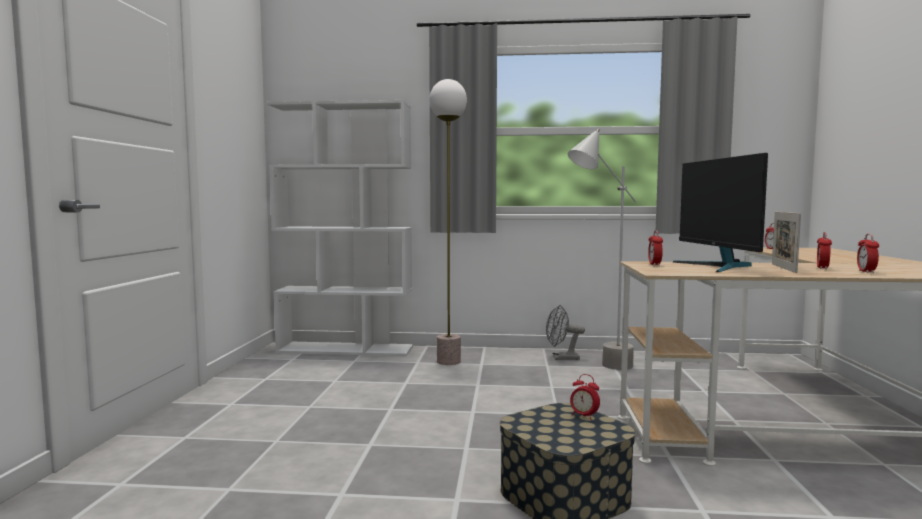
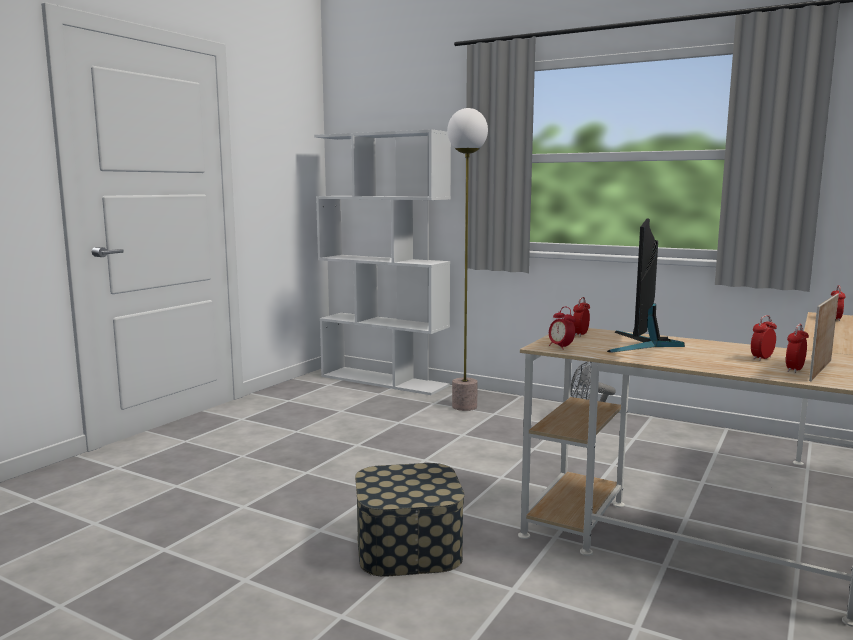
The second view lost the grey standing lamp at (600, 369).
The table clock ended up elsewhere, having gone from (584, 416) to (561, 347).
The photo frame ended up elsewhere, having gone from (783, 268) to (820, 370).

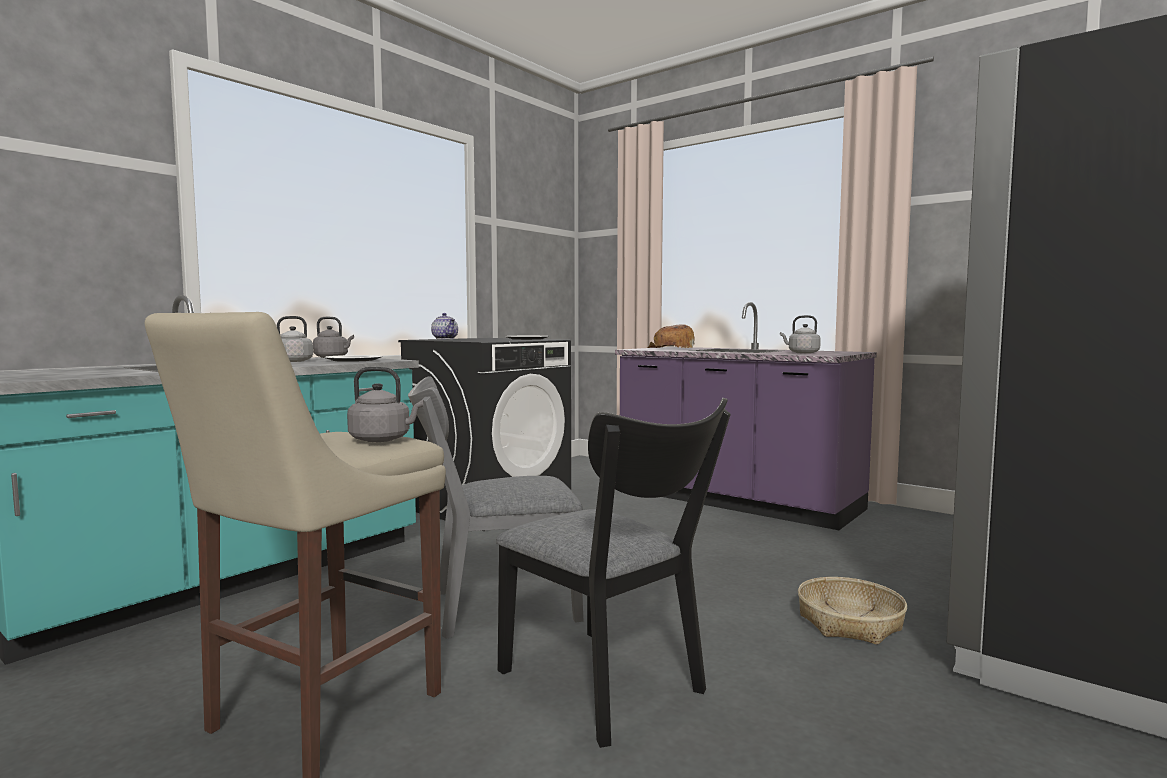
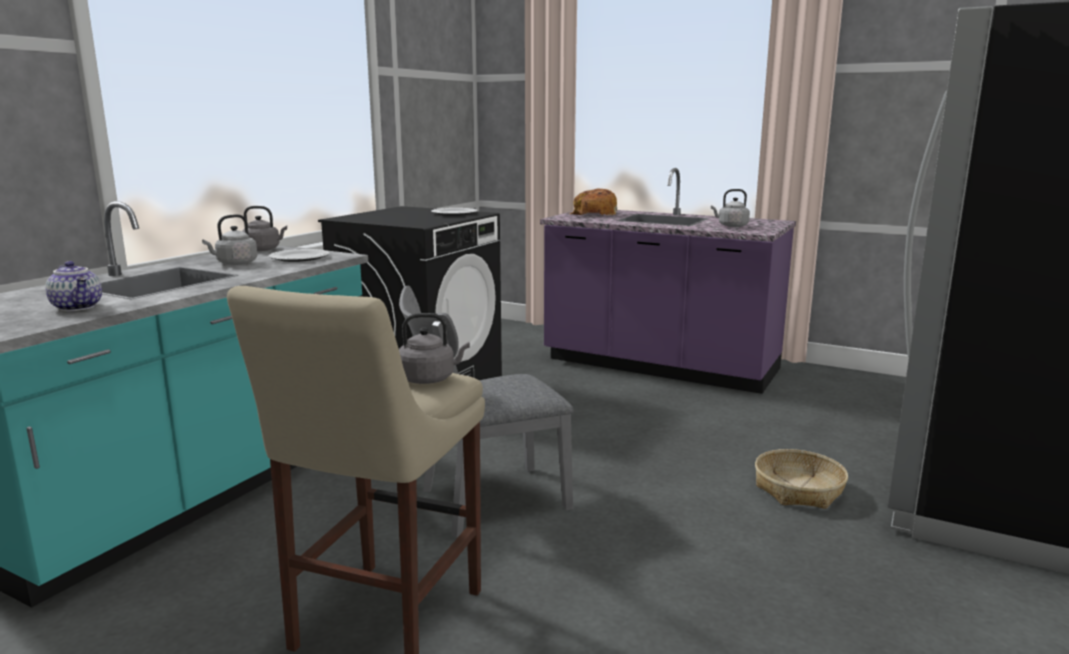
The teapot ended up elsewhere, having gone from (445, 339) to (79, 307).
The second view lost the black plain chair at (609, 688).

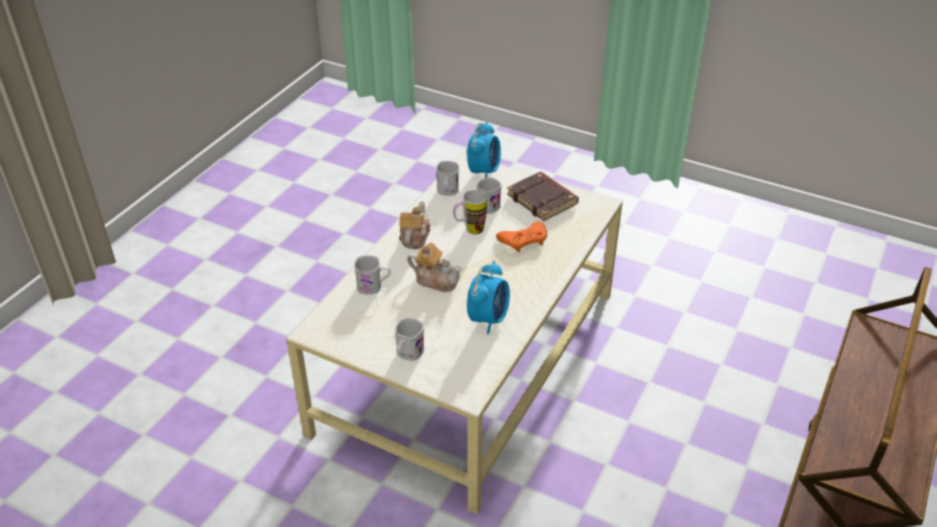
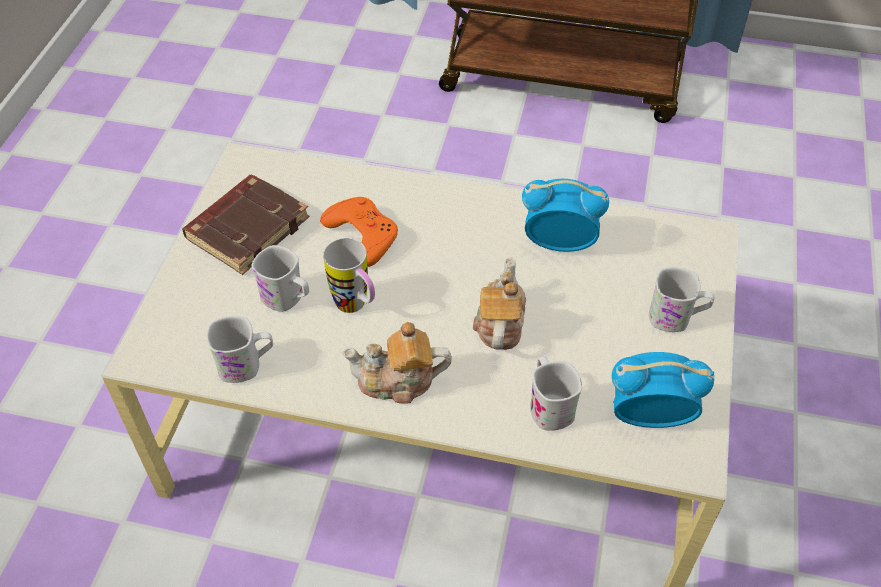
The table clock ended up elsewhere, having gone from (484, 171) to (648, 416).

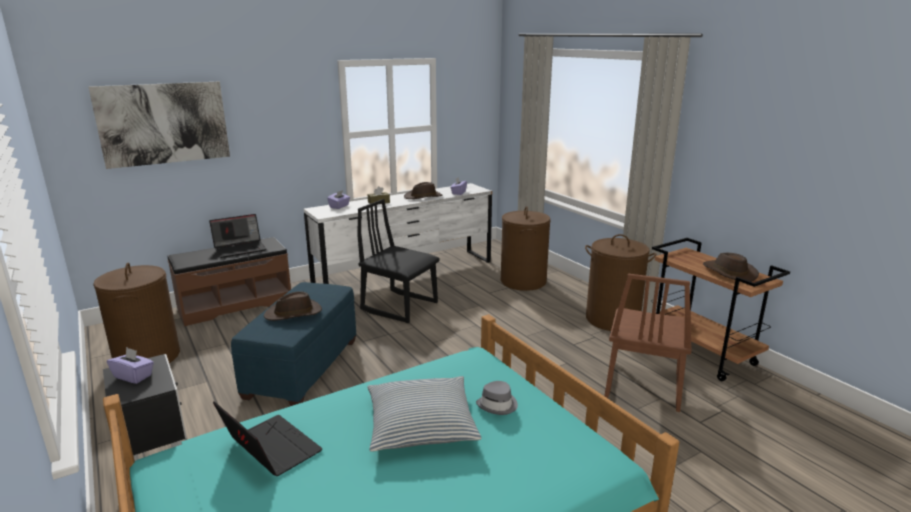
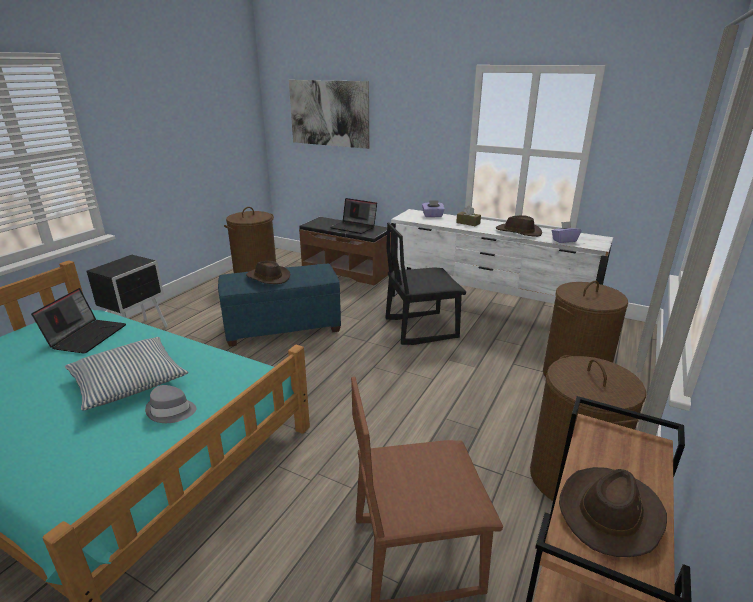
The second view lost the purplish tissue holder at (133, 376).
The black plain chair at (400, 306) ended up facing another way, 105 degrees counterclockwise from before.

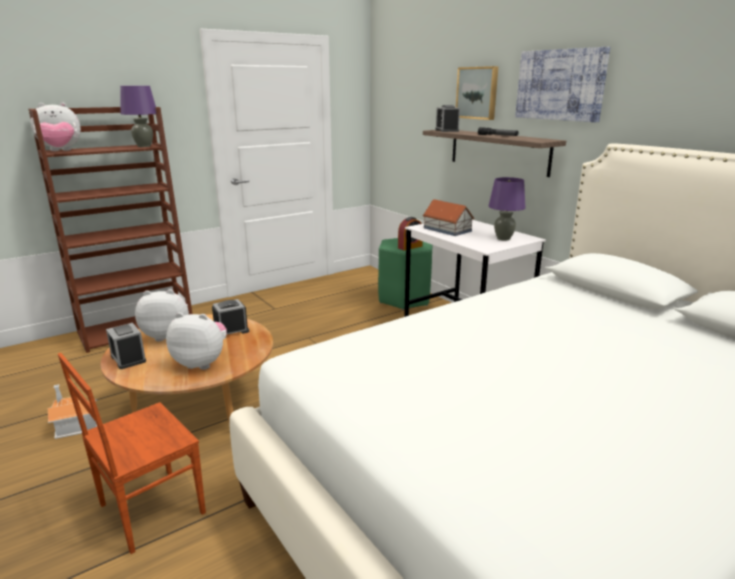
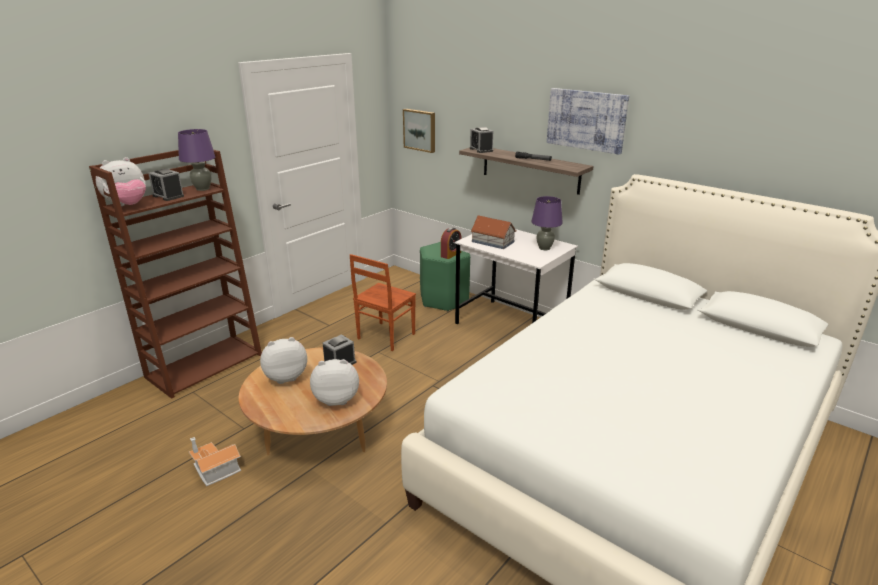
The brownish plain chair ended up elsewhere, having gone from (150, 509) to (385, 336).
The table clock ended up elsewhere, having gone from (128, 359) to (168, 196).
The picture ended up elsewhere, having gone from (477, 93) to (420, 130).

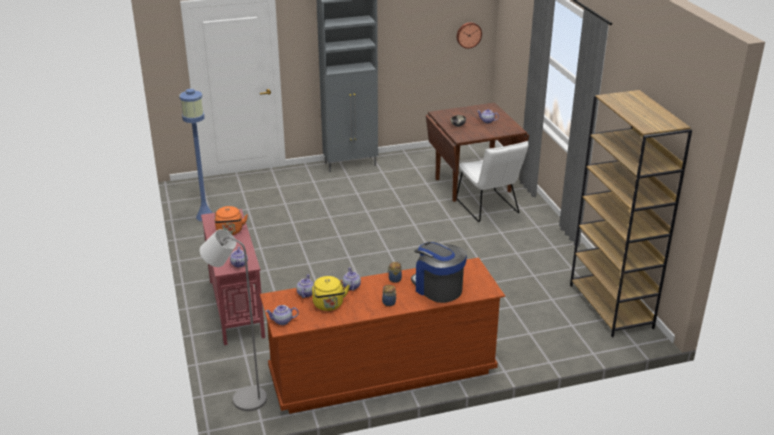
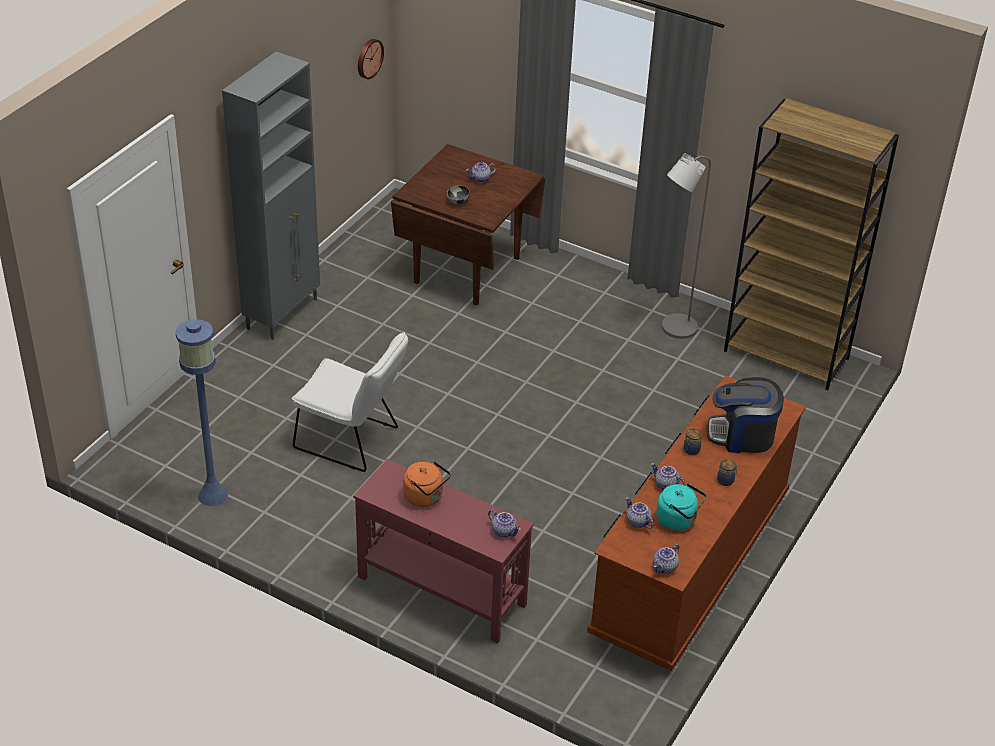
The grey standing lamp ended up elsewhere, having gone from (243, 398) to (673, 329).
What was the yellow-coloured kettle at (329, 305) turned into the turquoise-coloured kettle at (678, 520).
The whitish plain chair ended up elsewhere, having gone from (489, 208) to (352, 440).

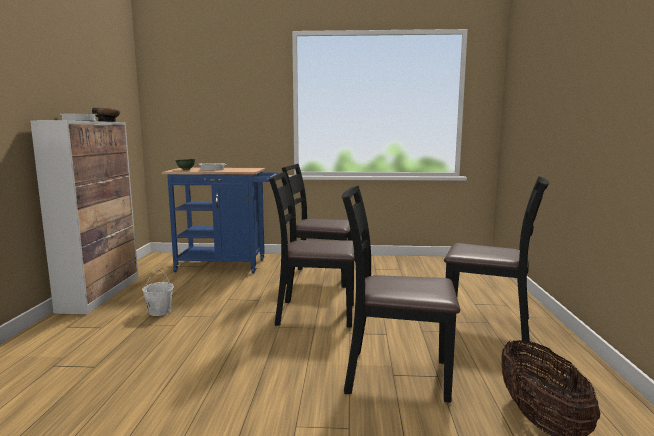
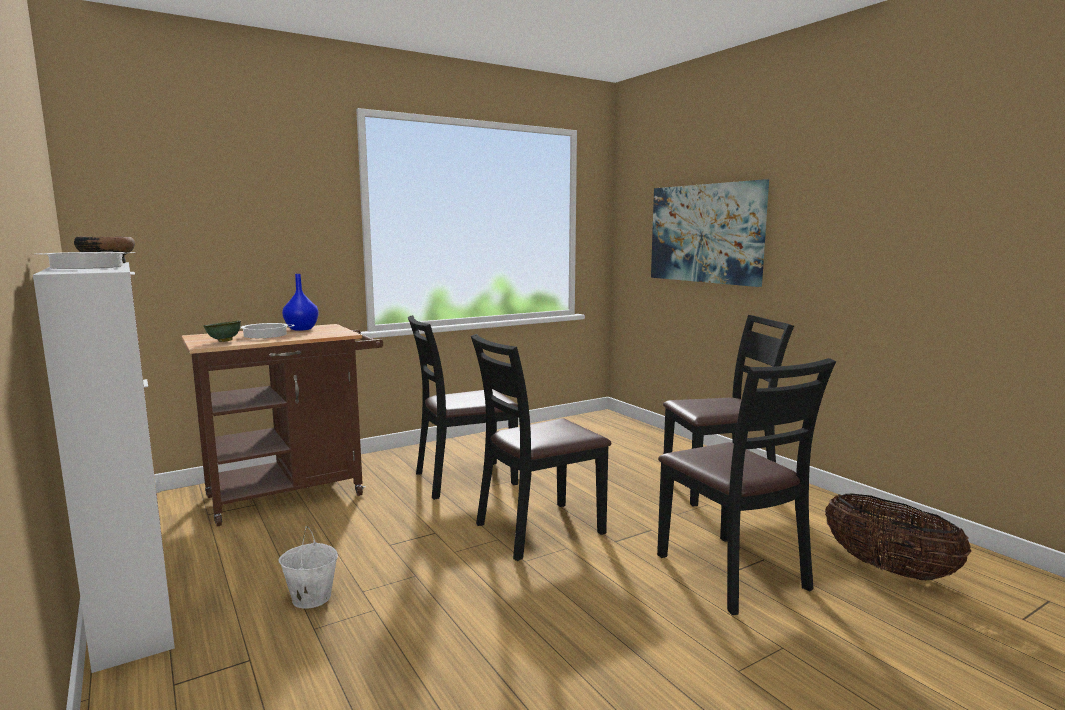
What was the bluish cart at (227, 265) turned into the brownish cart at (295, 493).
The black plain chair at (395, 375) ended up facing another way, 90 degrees counterclockwise from before.
The second view gained the bluish decorative vase at (300, 329).
The second view gained the picture at (705, 233).

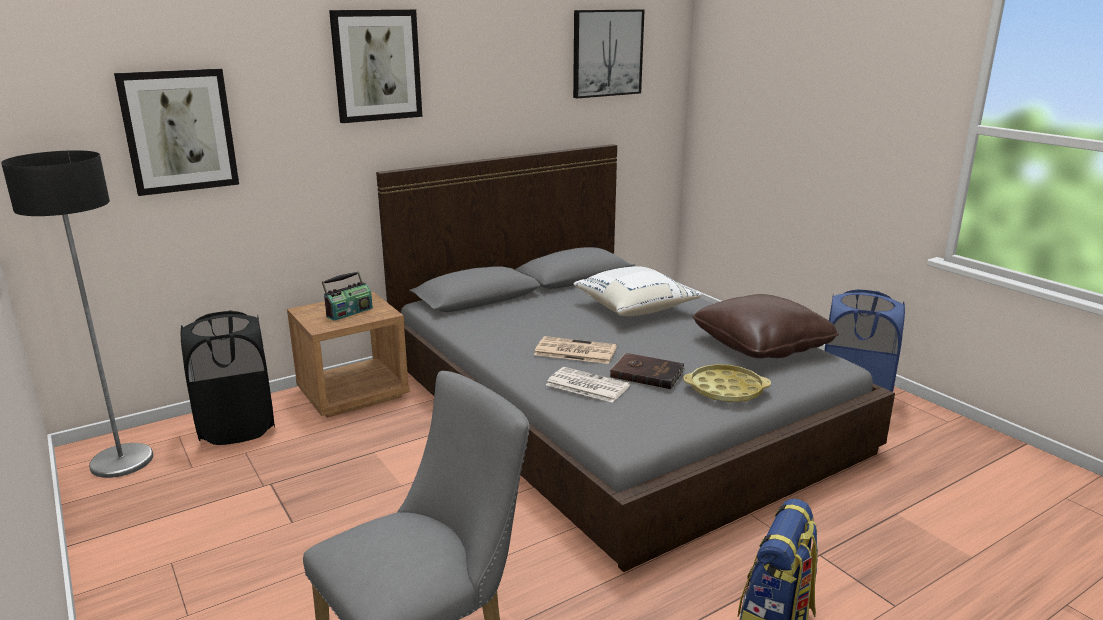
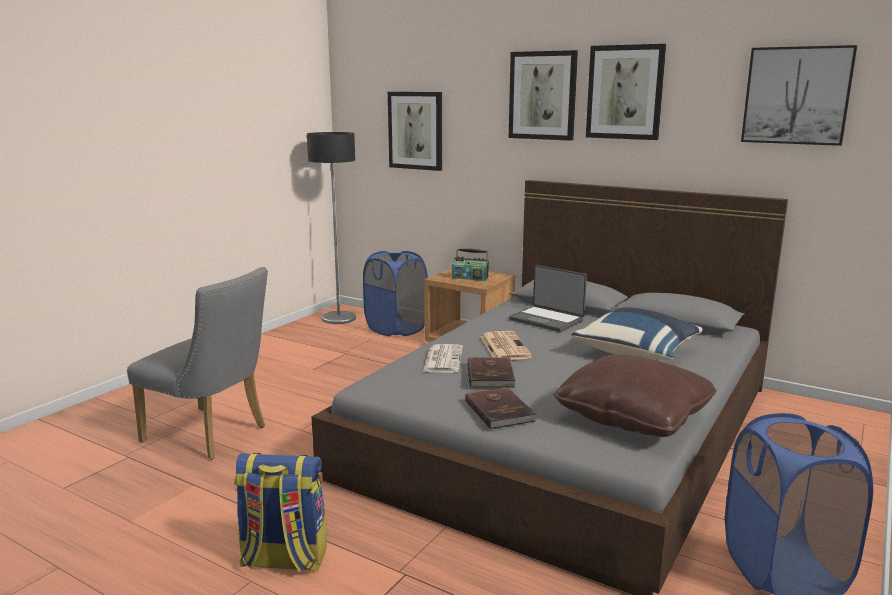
What was the black washing basket at (237, 427) turned into the bluish washing basket at (396, 329).
What was the whitish cushion at (634, 308) turned into the bluish cushion at (637, 353).
Where the yellow-coloured tray stood at (725, 390), the brownish volume came to stand at (500, 410).
The second view gained the notebook computer at (547, 320).
The second view gained the picture at (625, 92).

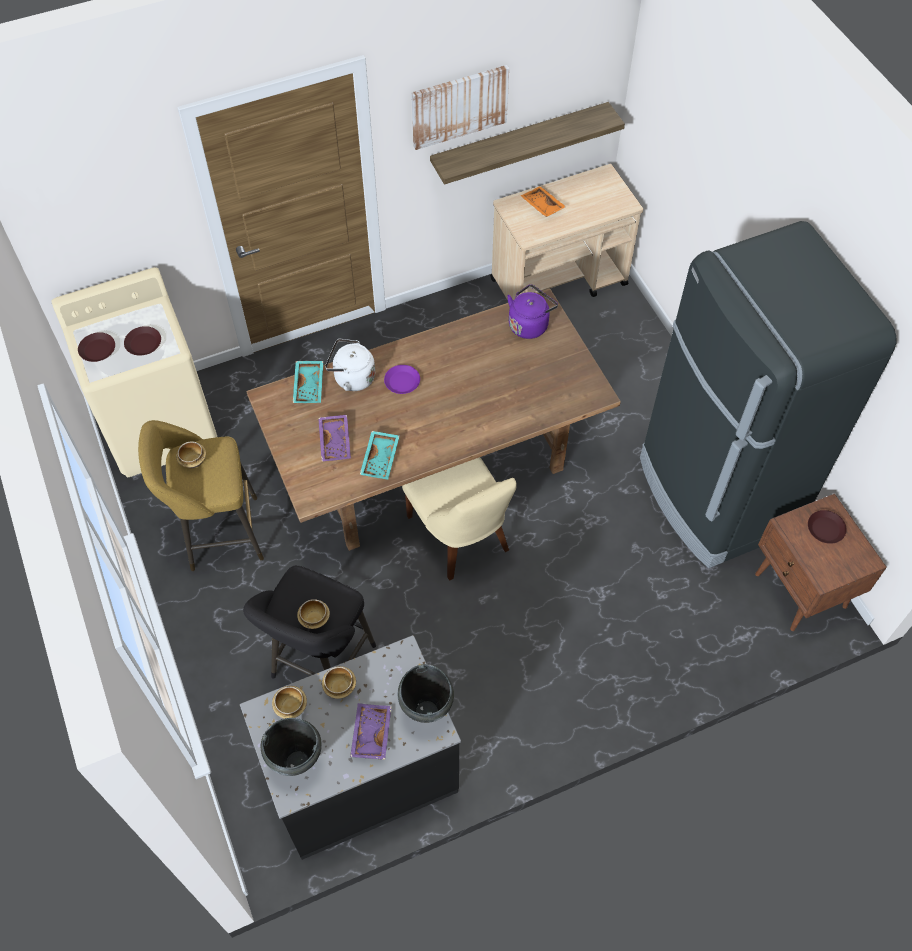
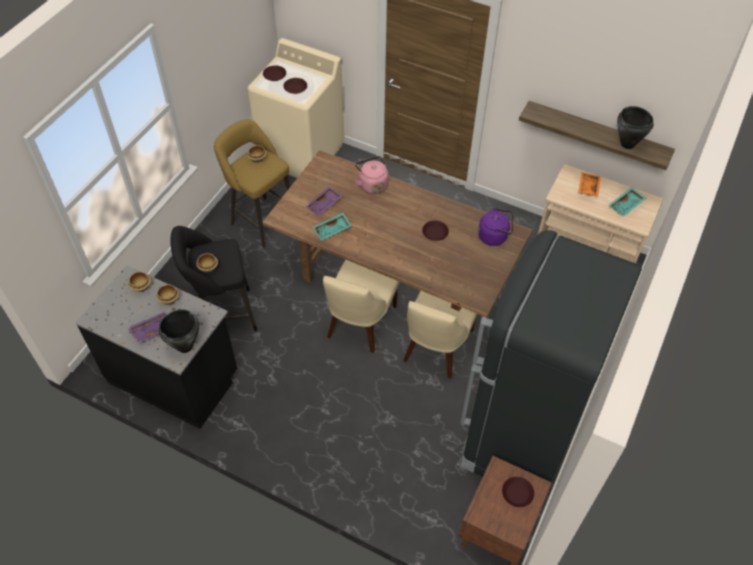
The black cooking pot ended up elsewhere, having gone from (297, 763) to (627, 144).
The turquoise-coloured tray ended up elsewhere, having gone from (310, 386) to (626, 205).
What was the whitish kettle at (352, 378) turned into the pink-coloured kettle at (372, 184).
The second view lost the purplish flat dish at (402, 382).
The second view lost the picture at (459, 106).
The second view gained the beige-coloured plain chair at (436, 348).
The second view gained the brownish flat dish at (435, 232).

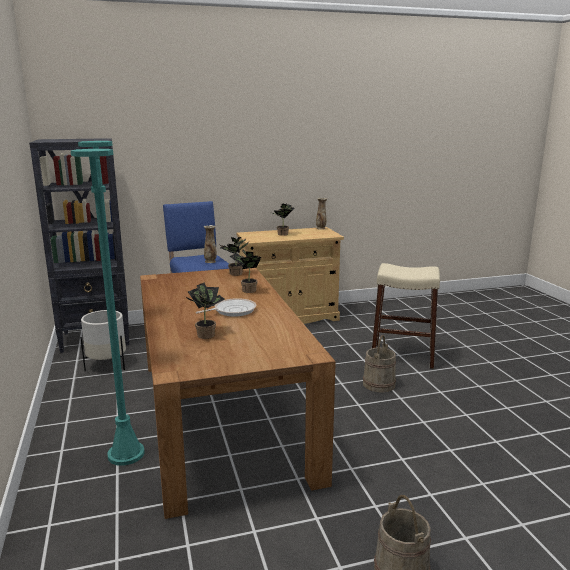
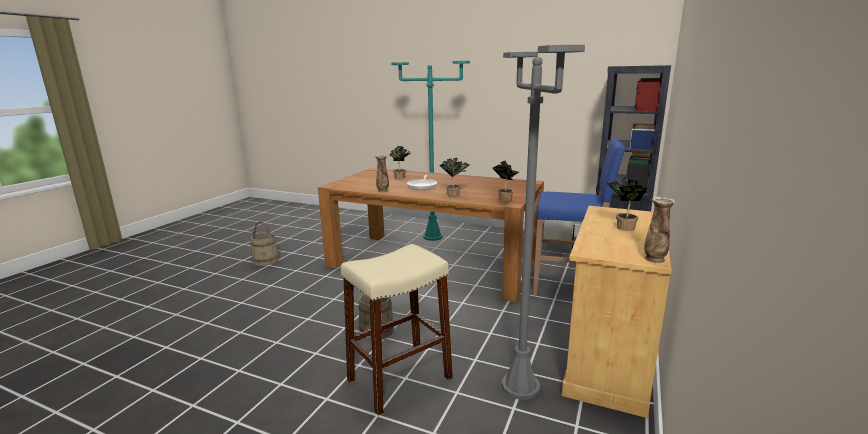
The decorative vase ended up elsewhere, having gone from (210, 261) to (382, 191).
The second view gained the grey standing lamp at (520, 387).

